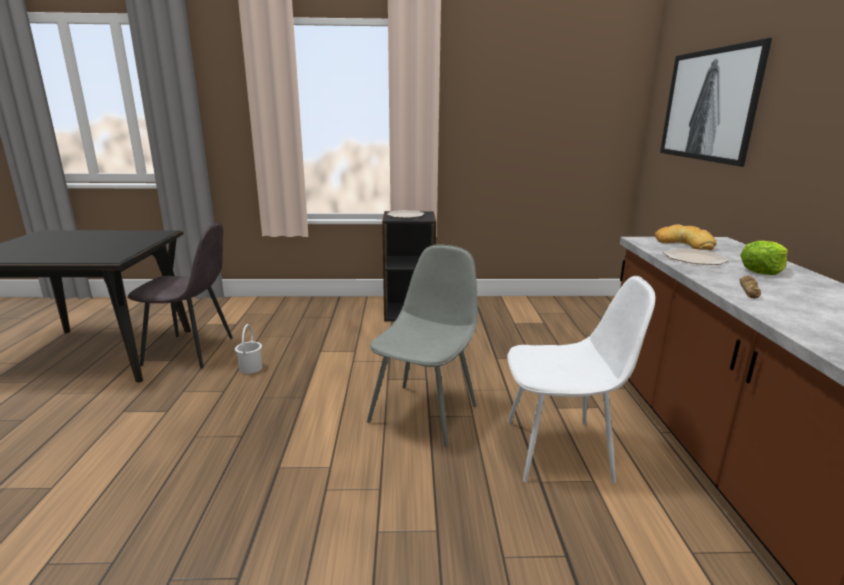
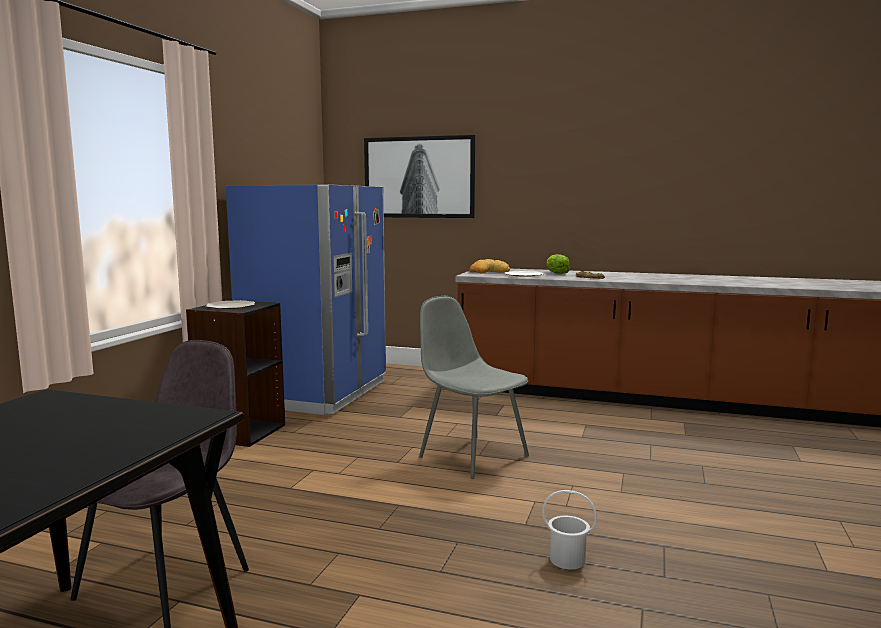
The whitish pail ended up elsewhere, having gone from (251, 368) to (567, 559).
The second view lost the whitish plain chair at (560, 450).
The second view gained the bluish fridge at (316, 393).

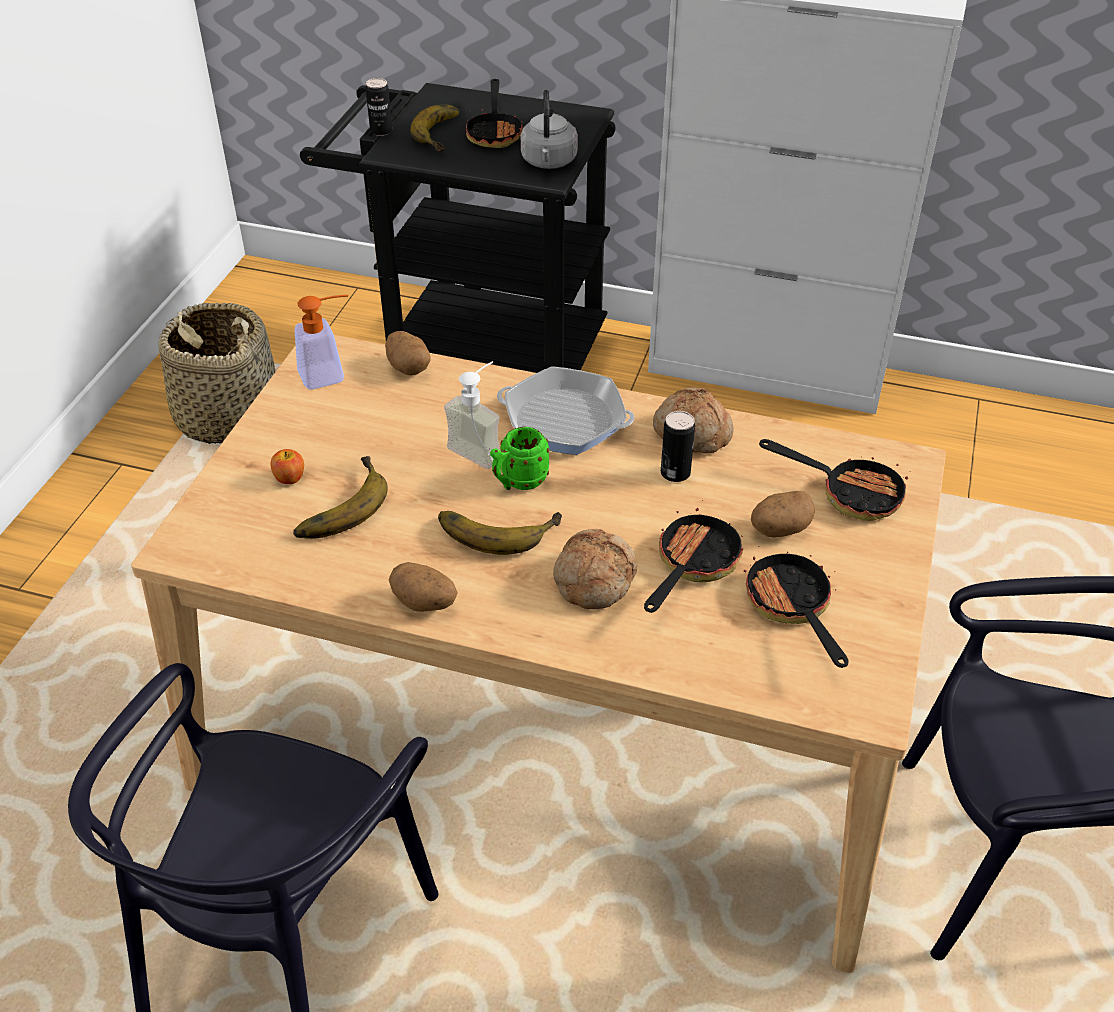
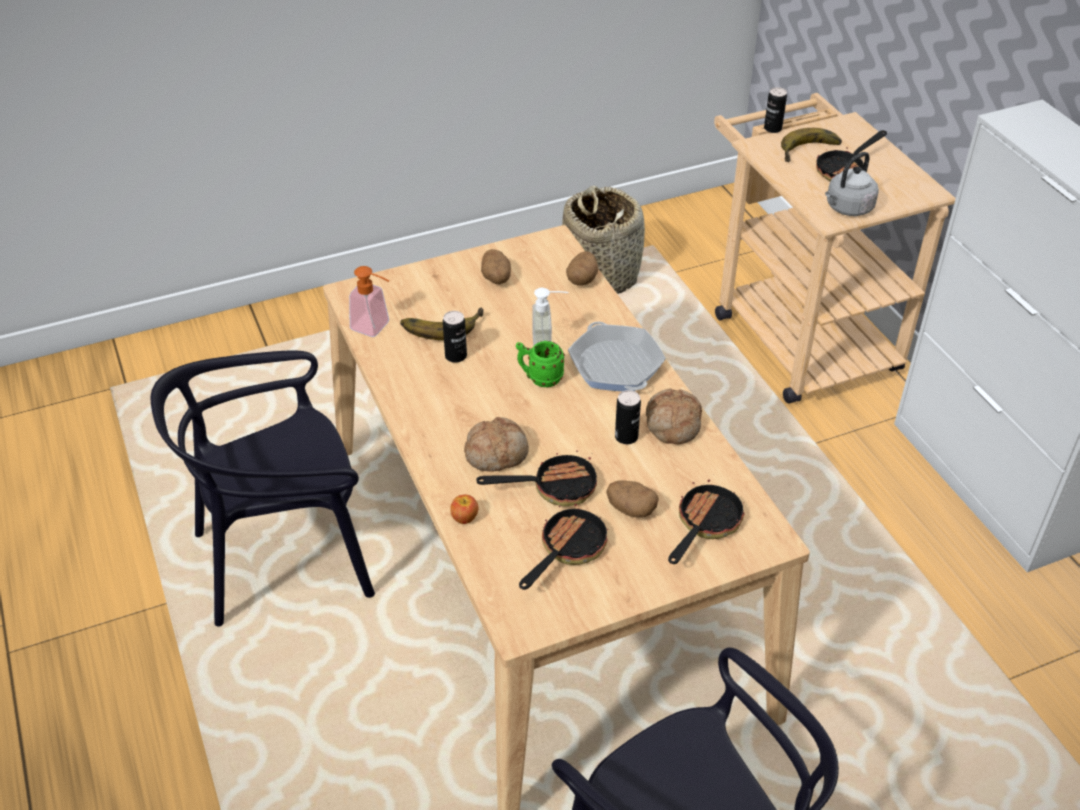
The apple fruit ended up elsewhere, having gone from (290, 478) to (465, 517).
The liquid soap bottle ended up elsewhere, having gone from (329, 374) to (375, 328).
What was the black cart at (476, 350) turned into the beige-coloured cart at (796, 332).
The potato ended up elsewhere, having gone from (425, 602) to (496, 278).
The second view lost the whole banana at (497, 527).
The pan at (849, 493) ended up facing another way, 135 degrees counterclockwise from before.
The second view gained the metal can at (456, 356).

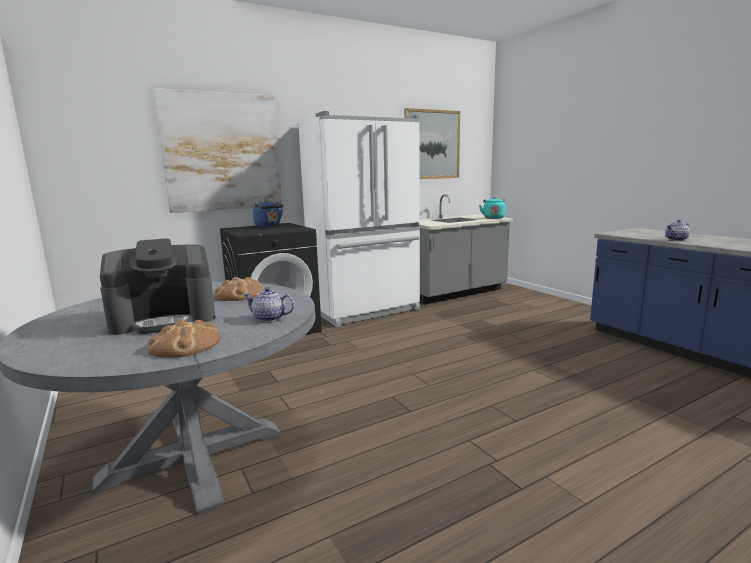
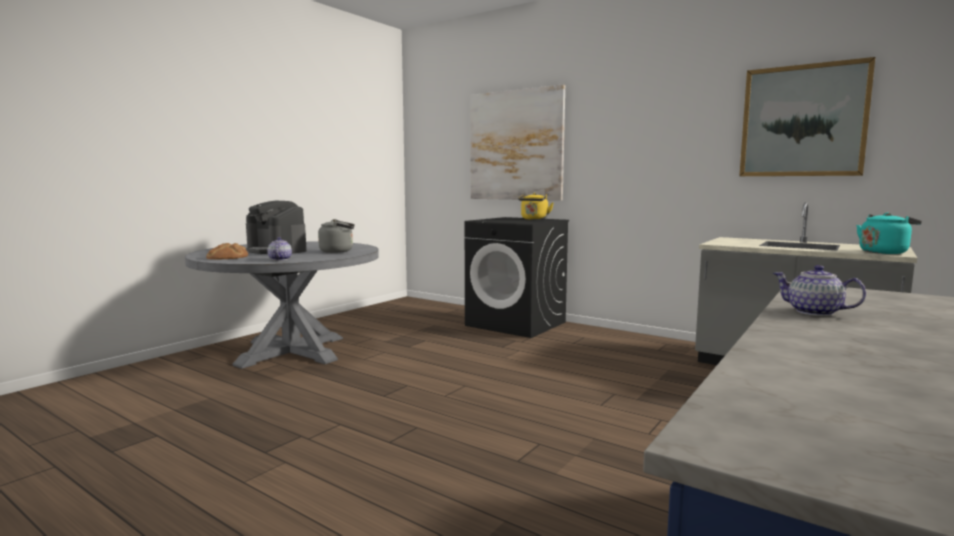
Where the bread stood at (238, 294), the grey kettle came to stand at (338, 251).
What was the bluish kettle at (268, 226) turned into the yellow-coloured kettle at (534, 219).
The second view lost the whitish fridge at (366, 311).

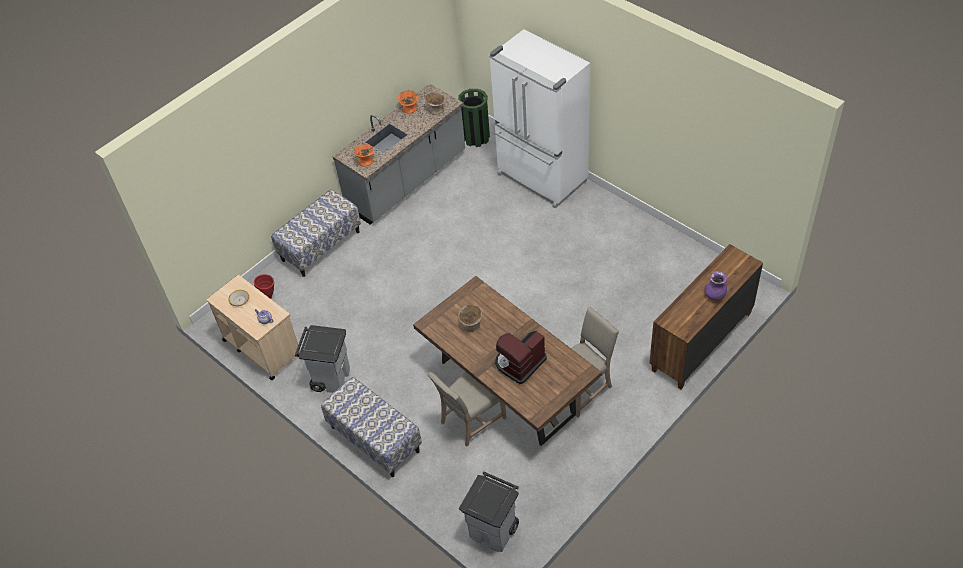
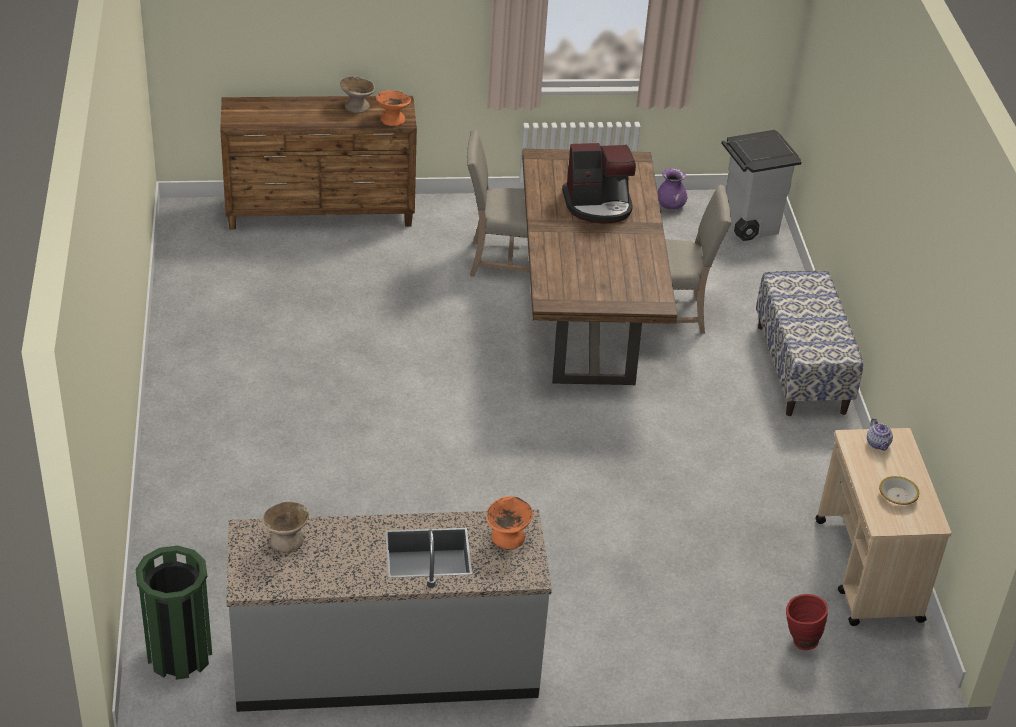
The second view lost the indoor bench at (321, 246).
The second view lost the grey trash can at (331, 378).
The orangey serving bowl ended up elsewhere, having gone from (409, 108) to (392, 119).
The beige-coloured serving bowl ended up elsewhere, having gone from (471, 325) to (357, 106).
The second view lost the whitish fridge at (541, 178).
The purplish decorative vase ended up elsewhere, having gone from (715, 295) to (670, 206).

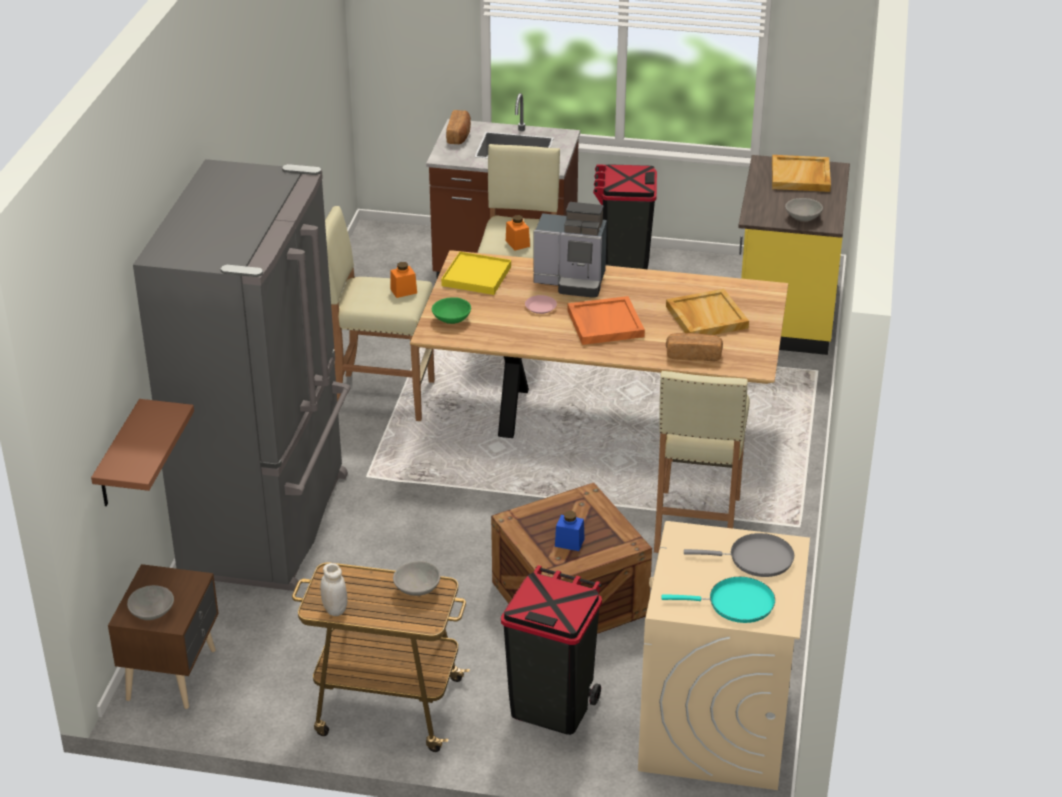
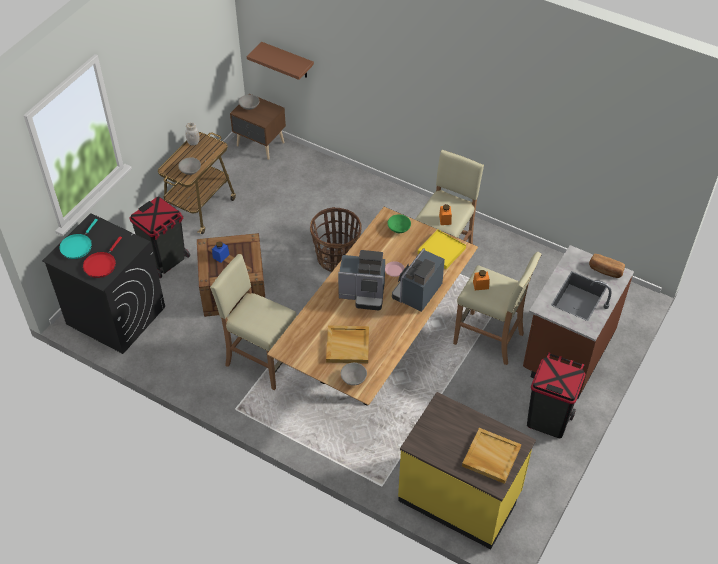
The second view lost the grey fridge at (270, 524).
Where the orangey tray stood at (604, 323), the coffee brewer came to stand at (363, 294).
What was the beige-coloured laundry machine at (715, 729) turned into the black laundry machine at (115, 315).
The second view lost the bread at (693, 355).
What was the grey pan at (756, 559) turned into the reddish pan at (101, 264).
The grey serving bowl ended up elsewhere, having gone from (803, 218) to (353, 378).
The second view gained the household basket at (336, 259).

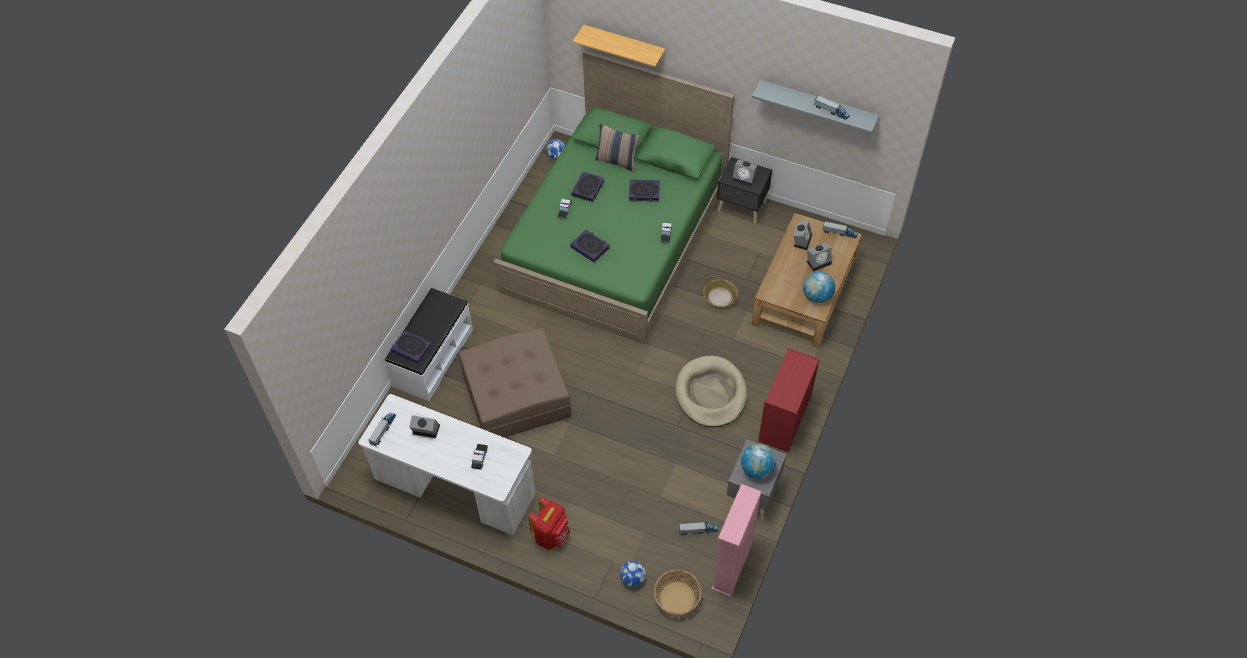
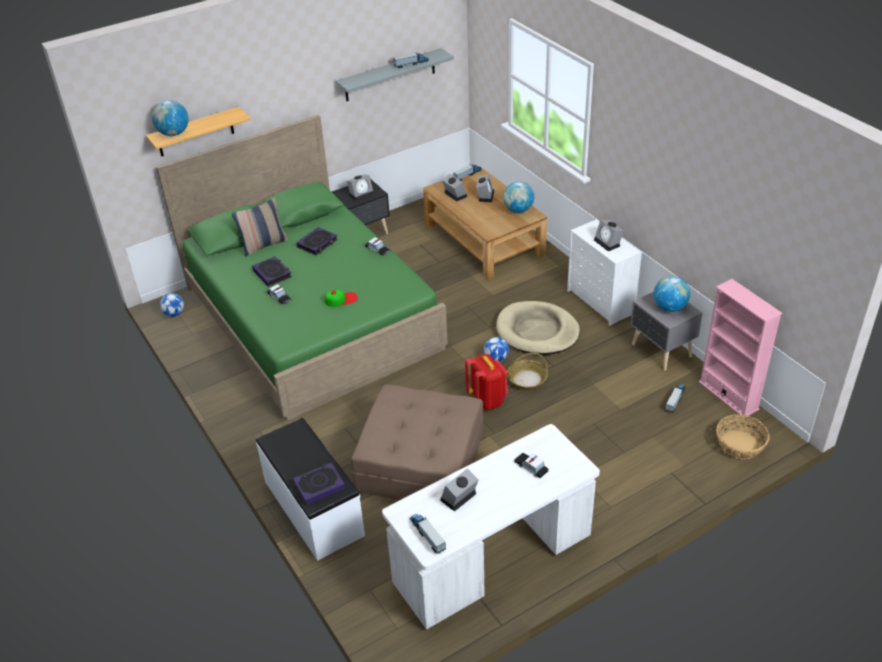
The reddish knapsack ended up elsewhere, having gone from (551, 536) to (487, 400).
Where the volume stood at (590, 247), the baseball cap came to stand at (341, 299).
The football ended up elsewhere, having gone from (632, 579) to (496, 359).
The household basket ended up elsewhere, having gone from (720, 297) to (527, 379).
What was the reddish drawer chest at (784, 421) turned into the whitish drawer chest at (601, 302).
The second view gained the world globe at (173, 133).
The second view gained the table clock at (608, 243).

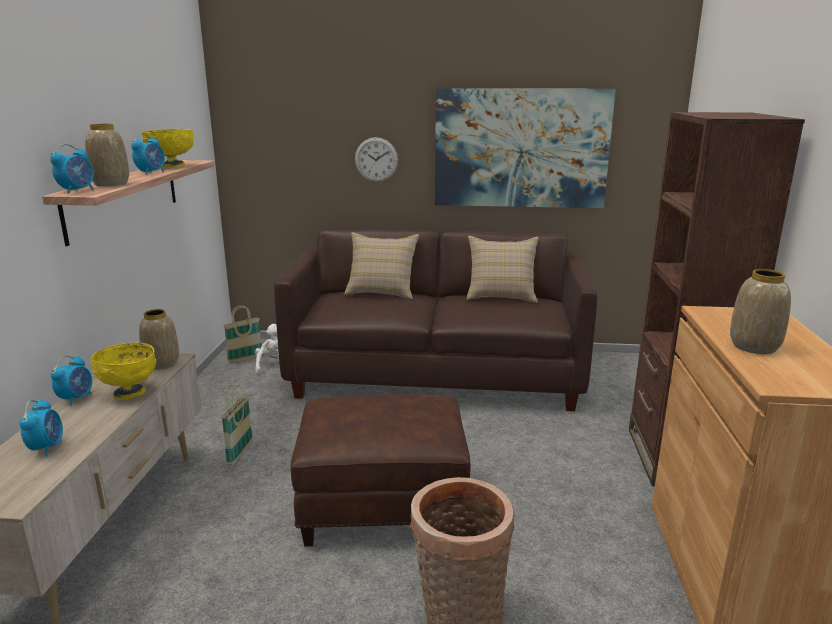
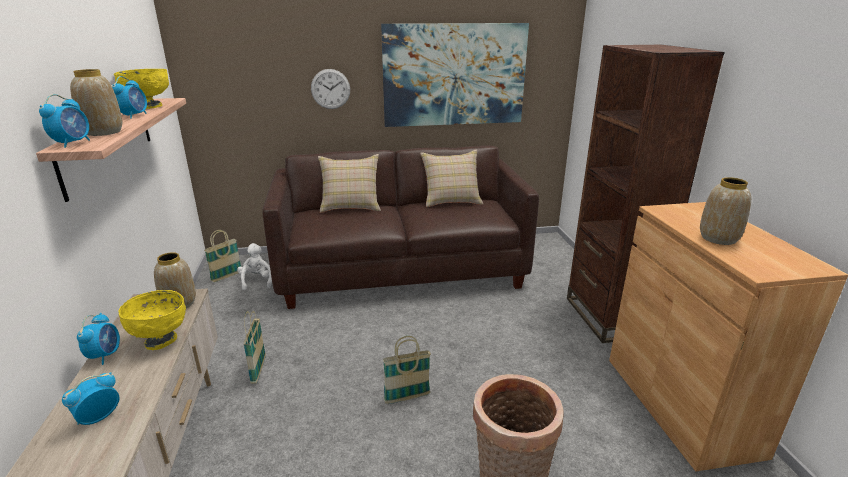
The table clock at (47, 447) ended up facing another way, 120 degrees counterclockwise from before.
Where the brownish footrest stood at (384, 505), the household basket came to stand at (407, 397).

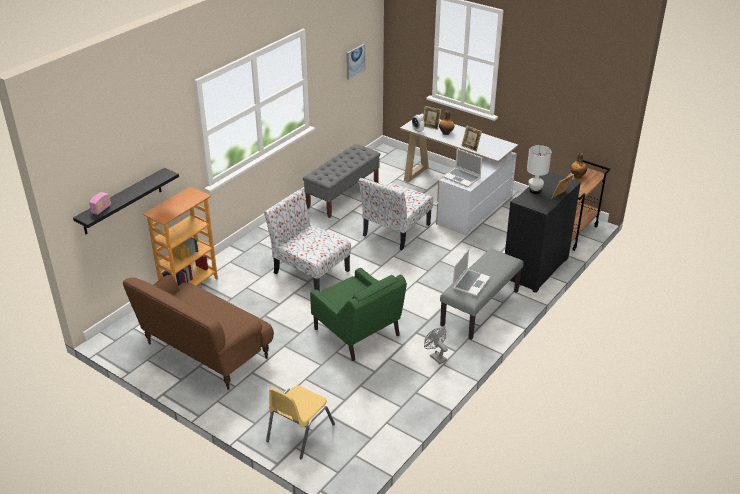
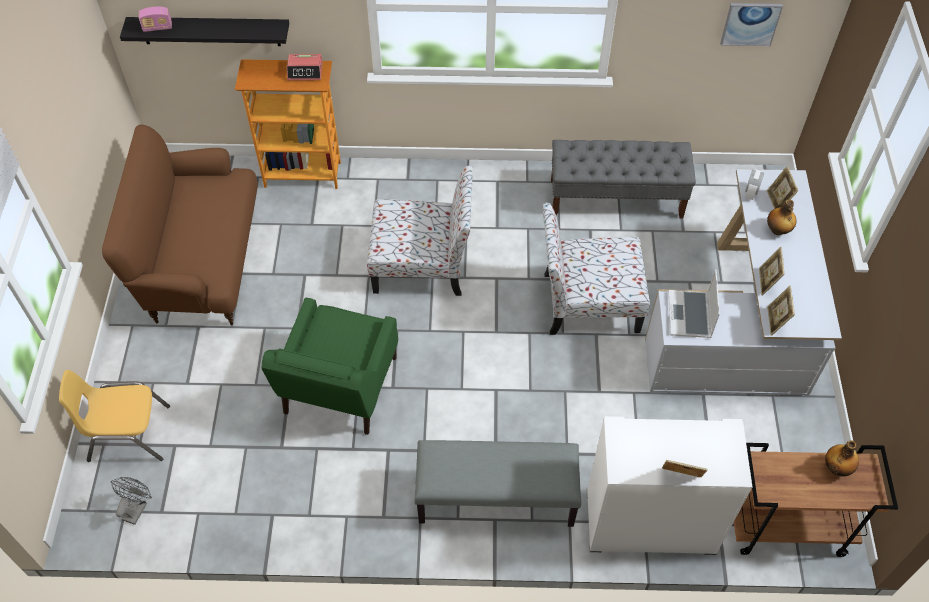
The plain chair at (309, 271) ended up facing another way, 90 degrees clockwise from before.
The grey electric fan ended up elsewhere, having gone from (436, 357) to (136, 508).
The second view lost the notebook computer at (470, 283).
What was the black storage cabinet at (536, 268) turned into the whitish storage cabinet at (649, 523).
The second view lost the whitish tabletop lamp at (534, 191).
The second view gained the table clock at (305, 71).
The second view gained the photo frame at (775, 321).

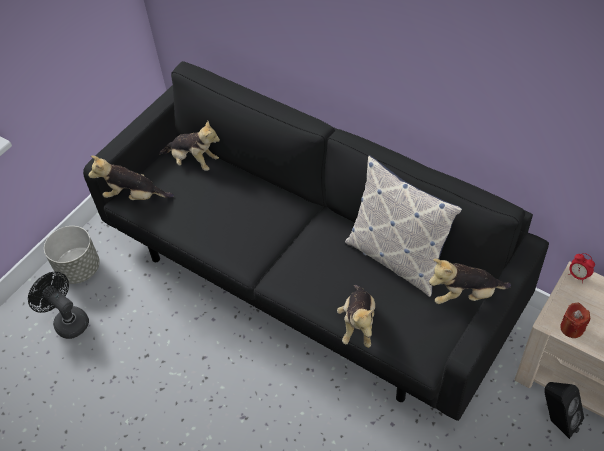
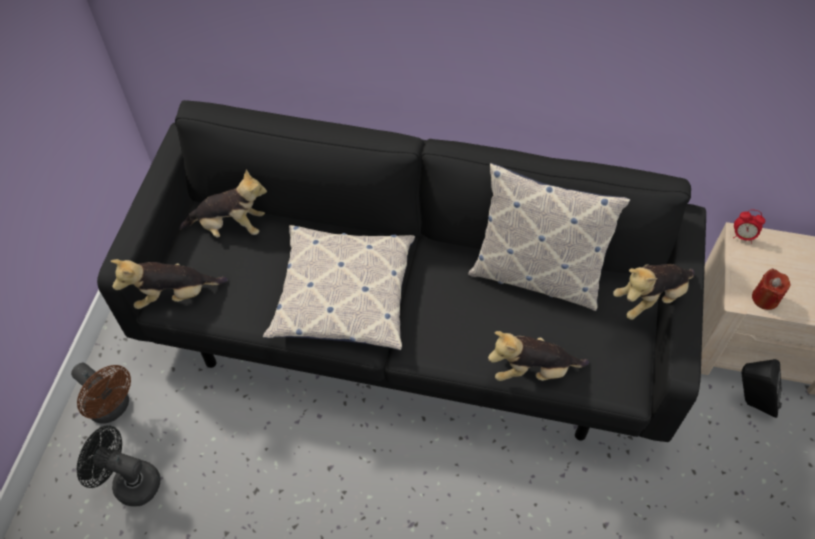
Where the grey planter stood at (79, 268), the brownish electric fan came to stand at (113, 408).
The soft toy at (358, 324) ended up facing another way, 105 degrees clockwise from before.
The second view gained the cushion at (343, 294).

